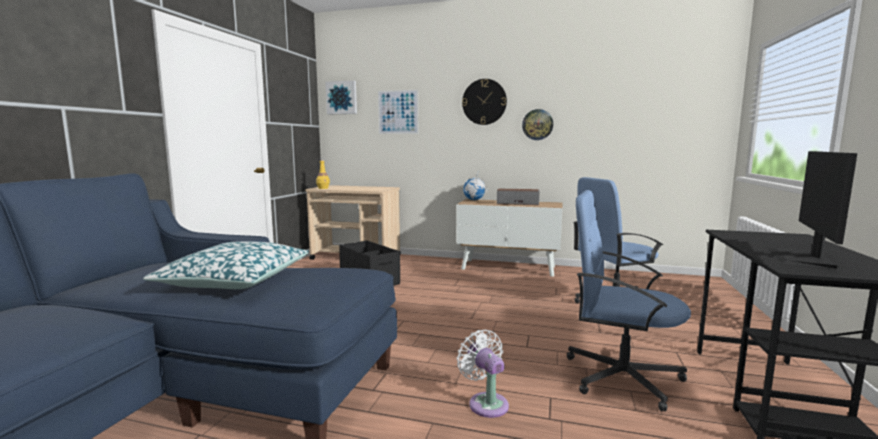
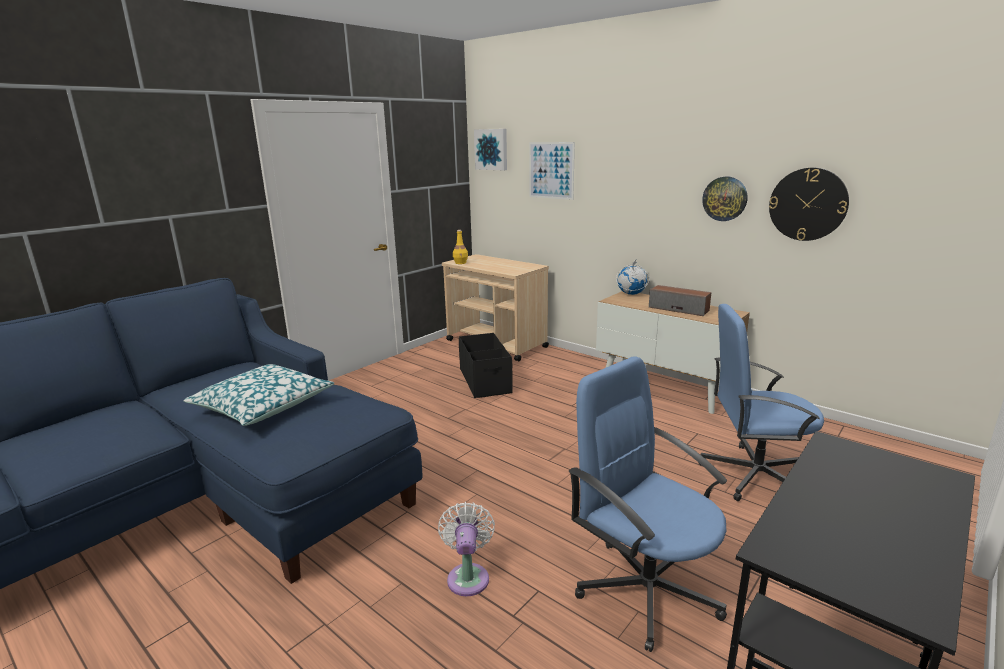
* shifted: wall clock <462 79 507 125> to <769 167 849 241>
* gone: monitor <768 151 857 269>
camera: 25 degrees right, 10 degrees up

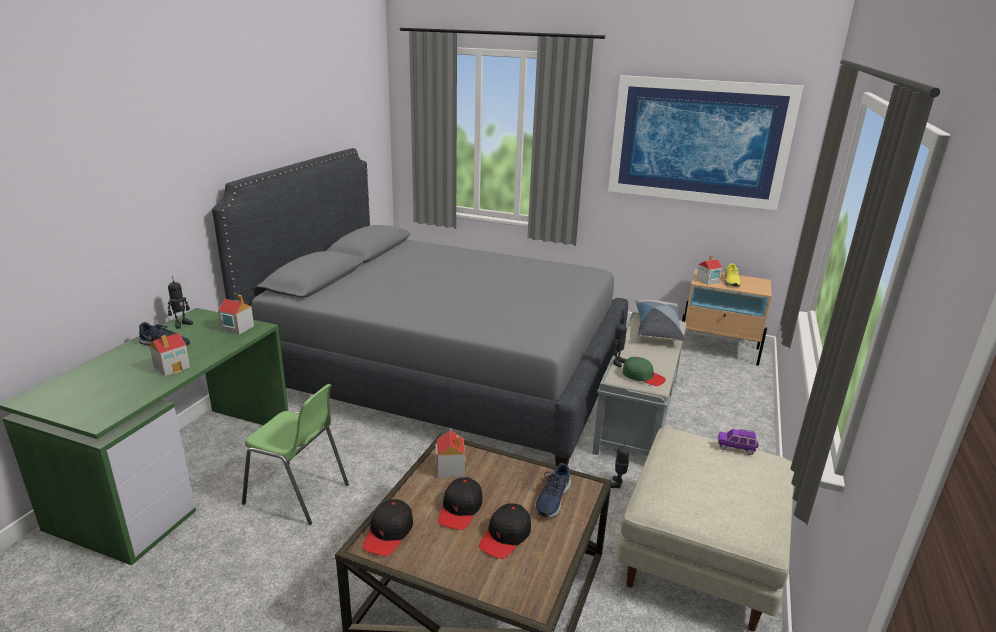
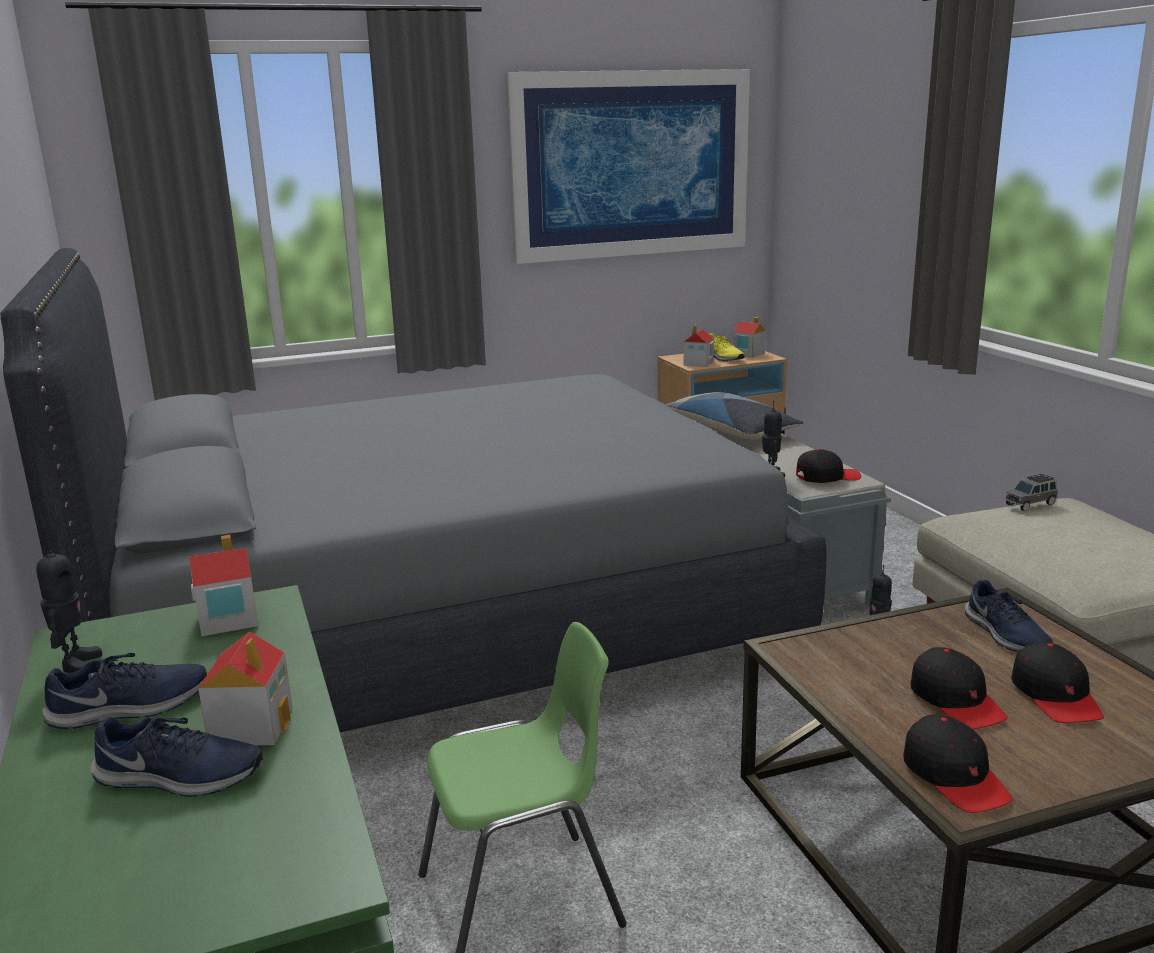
* shifted: miniature house <435 430 466 478> to <733 317 766 358>
* repainted: green baseball cap <623 357 666 386> to black baseball cap <796 449 861 483>
* repainted: purplish miniature car <718 429 759 455> to grey miniature car <1005 474 1057 511>
* new: blue-coloured item of footwear <91 716 263 797>
camera: 40 degrees left, 5 degrees down

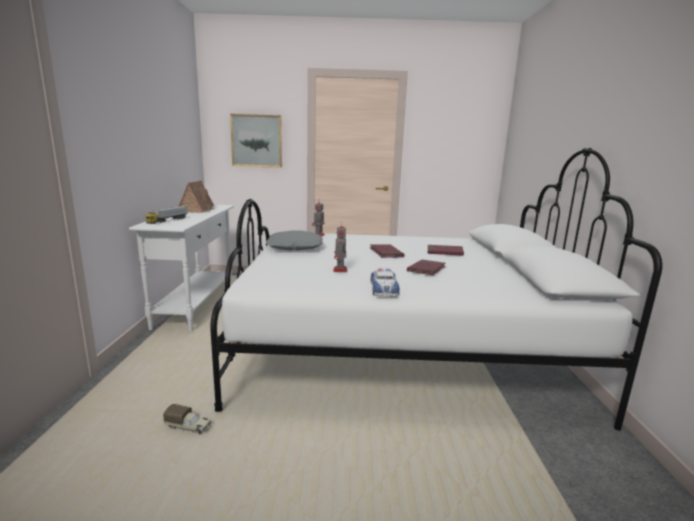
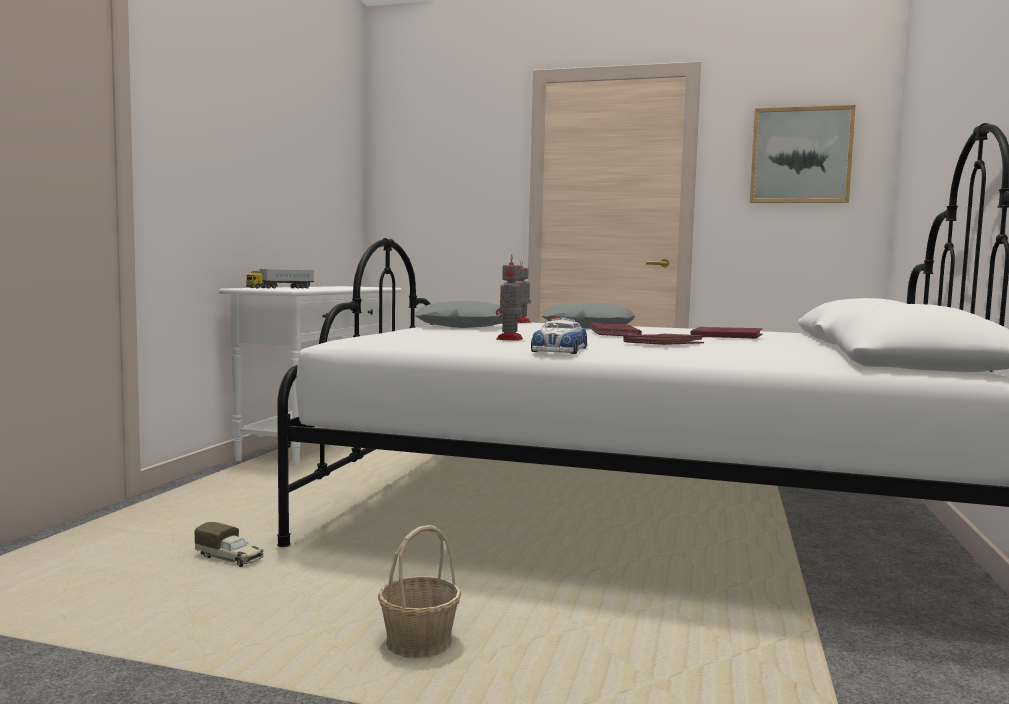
* gone: miniature house <179 181 214 213>
* shifted: wall picture <230 114 282 168> to <750 105 855 203>
* new: storage basket <378 525 461 658>
* new: grey cushion <542 302 635 329>
camera: 15 degrees right, 10 degrees down

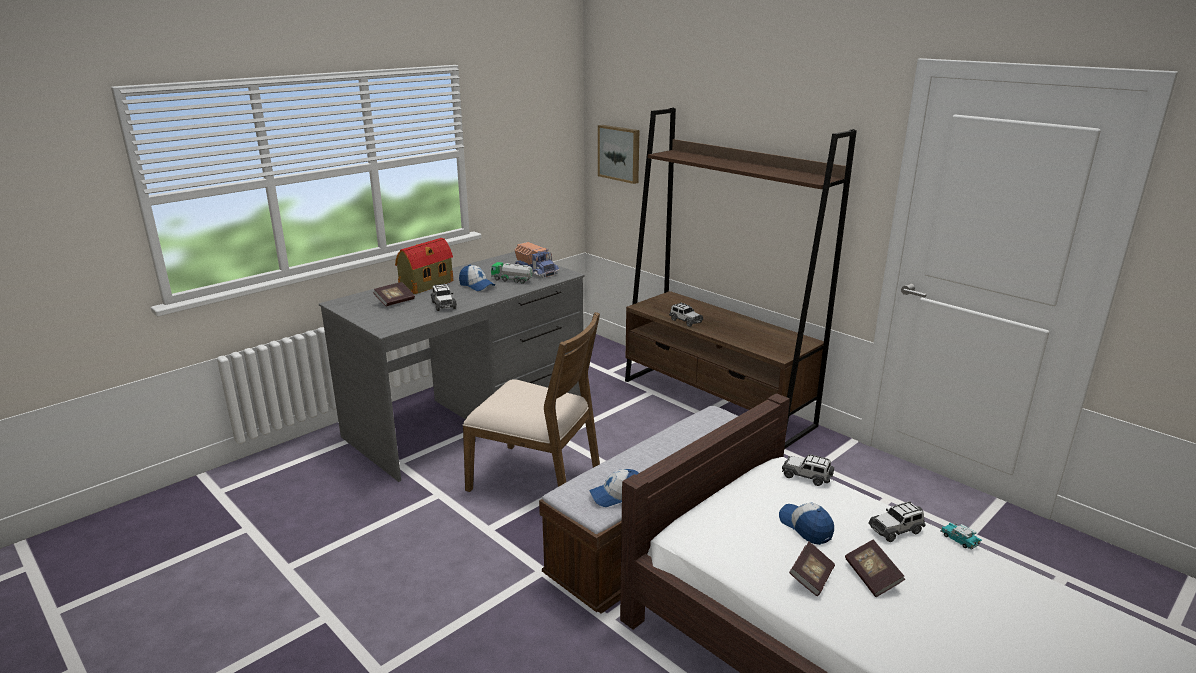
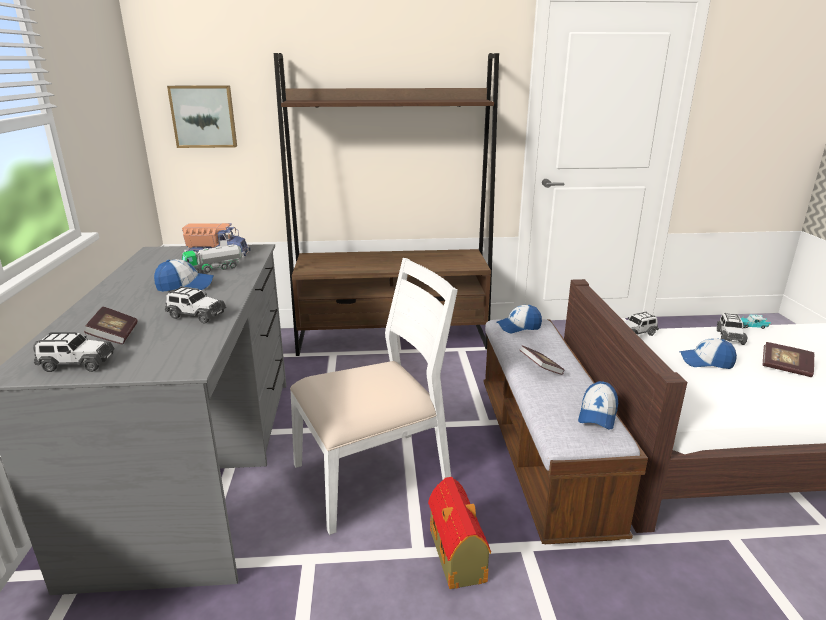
* shifted: miniature house <395 238 453 294> to <428 477 491 589>
* repainted: brownish chair <463 312 600 492> to white-coloured chair <290 258 458 535>
* shifted: miniature car <669 302 703 327> to <33 332 115 372>
* shifted: volume <789 542 835 596> to <520 345 564 375>
* new: baseball cap <496 305 542 333>
camera: 50 degrees left, 0 degrees up

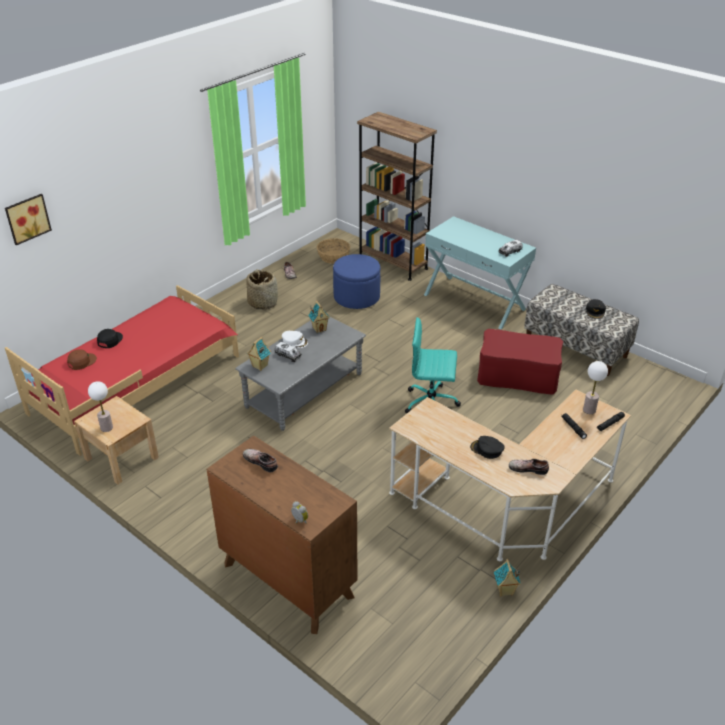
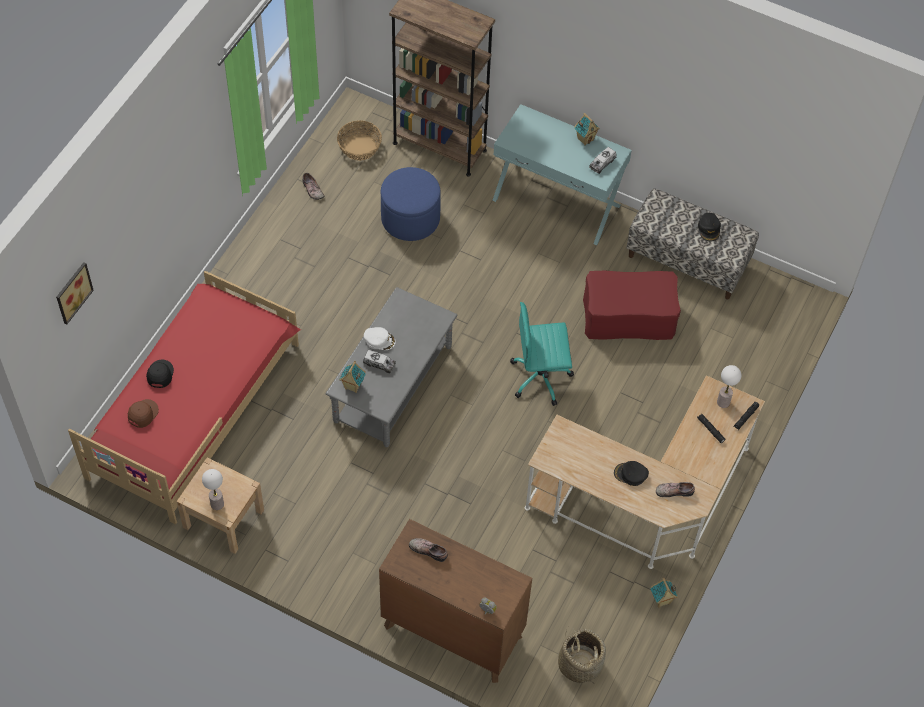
* shifted: storage basket <247 269 278 310> to <558 626 606 684>
* shifted: miniature house <308 300 330 333> to <574 113 600 146>
camera: 15 degrees left, 20 degrees up

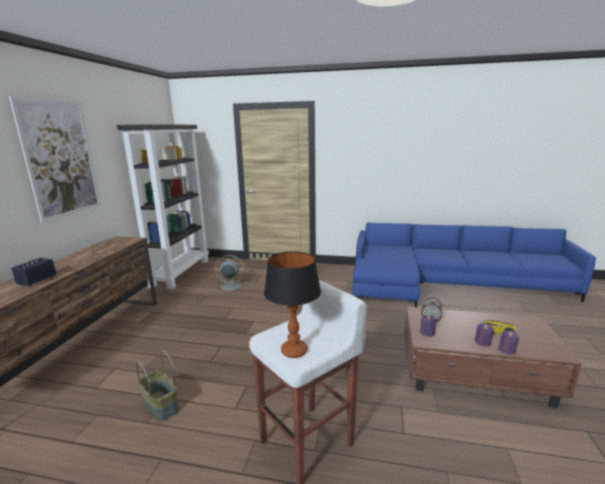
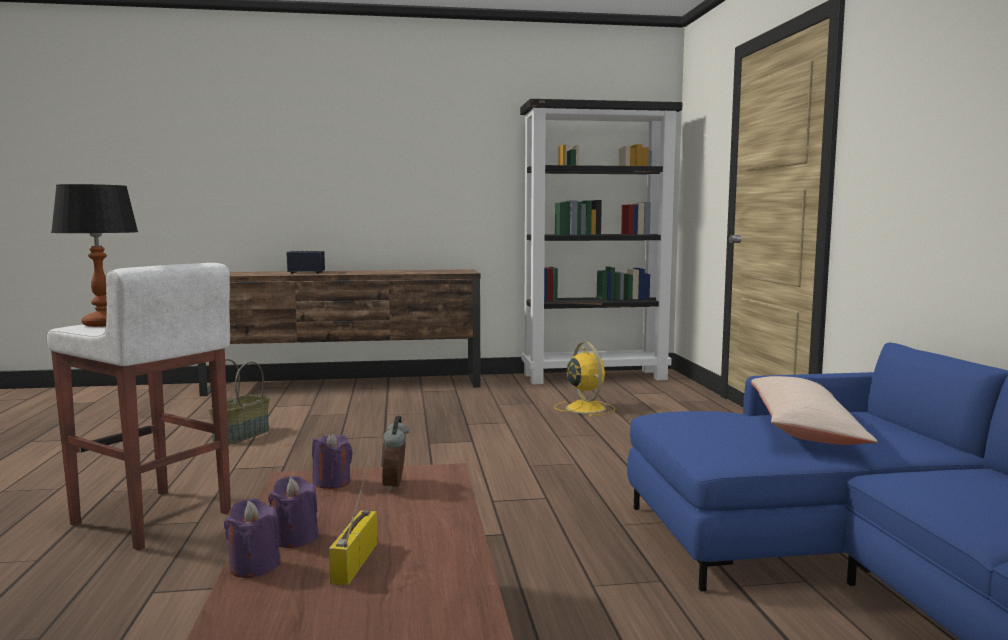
* gone: wall picture <9 97 101 222>
* repainted: grey fan <215 255 245 293> to yellowish fan <554 342 615 417>
* new: beige-coloured cushion <751 376 878 445>
camera: 70 degrees right, 10 degrees down

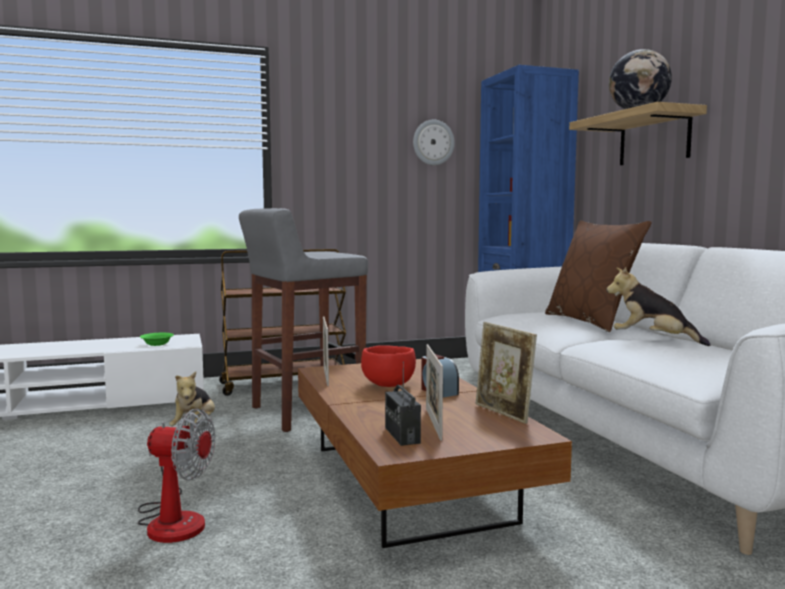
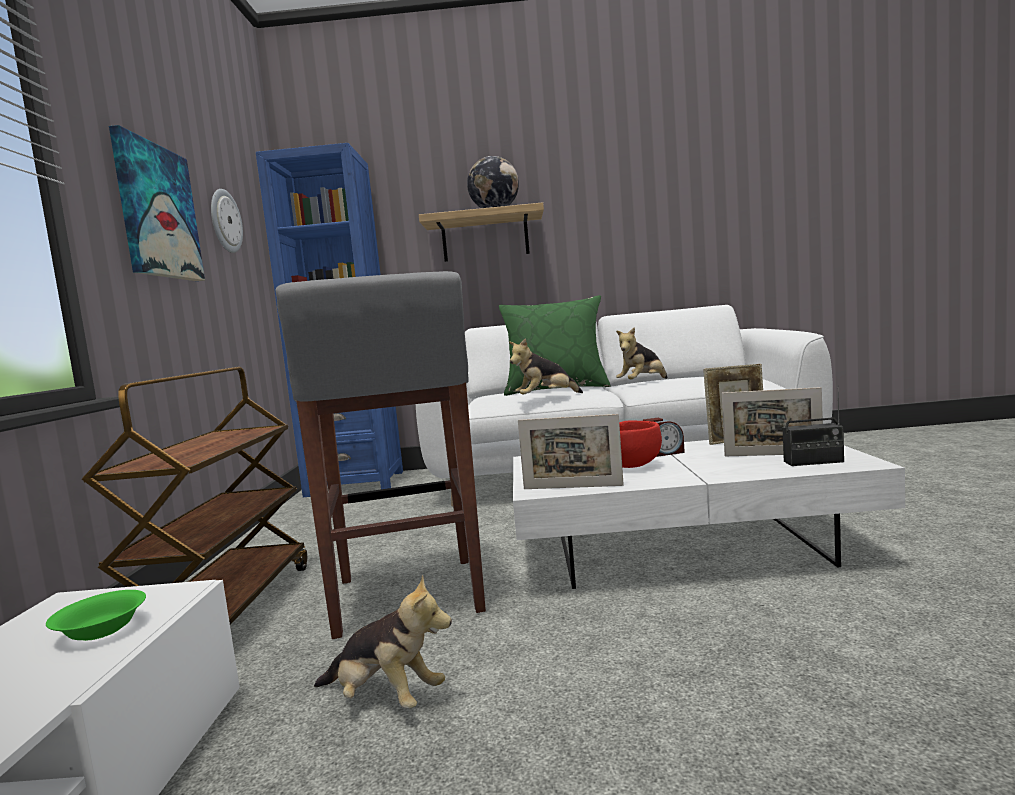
* gone: fan <138 409 215 543>
* repainted: brownish coffee table <298 359 572 548> to white-coloured coffee table <513 440 905 589>
* repainted: brownish cushion <545 220 651 332> to green cushion <499 295 611 396>
* new: wall picture <109 125 205 281>
* new: plush toy <509 338 583 395>
camera: 70 degrees left, 0 degrees up

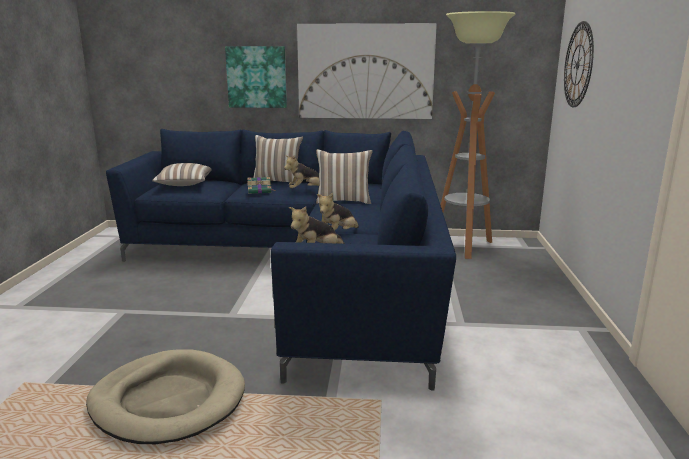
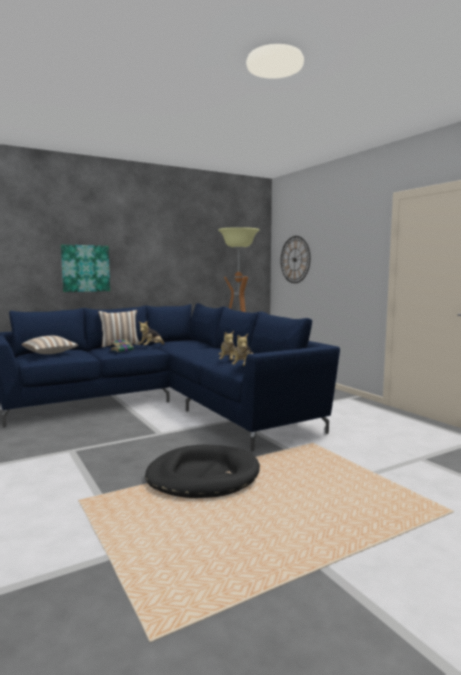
* repainted: beige-coloured pet bed <86 349 245 444> to black pet bed <145 445 260 498>
* gone: wall picture <297 23 437 119>
* gone: cushion <316 149 373 204>
camera: 35 degrees left, 10 degrees down

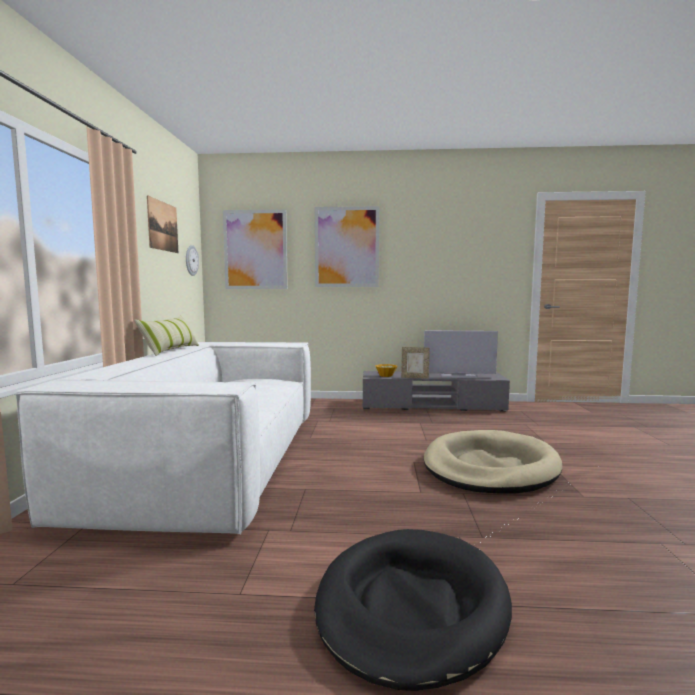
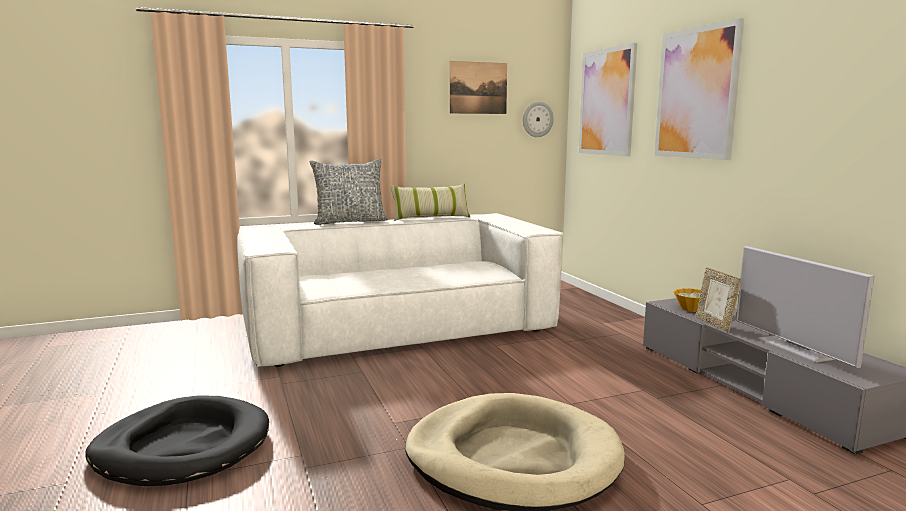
* new: cushion <309 159 388 225>
camera: 65 degrees right, 5 degrees up

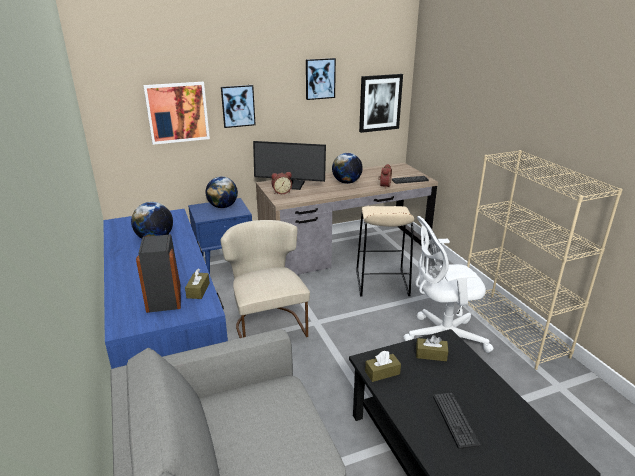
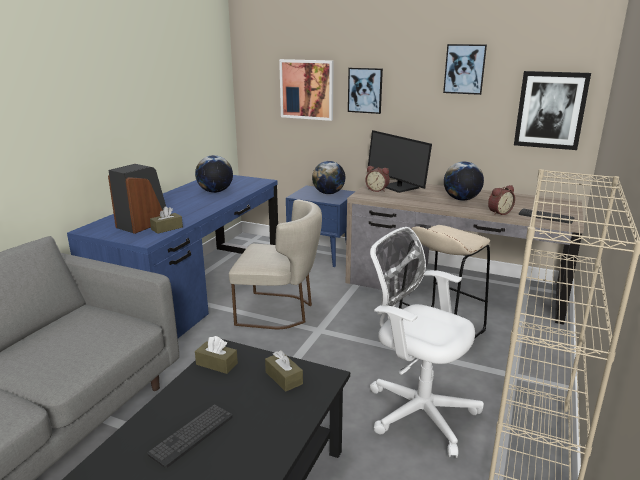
* rotated: beige-coloured chair <221 220 310 338> = <229 200 322 329> 75 degrees clockwise
camera: 45 degrees right, 5 degrees down

